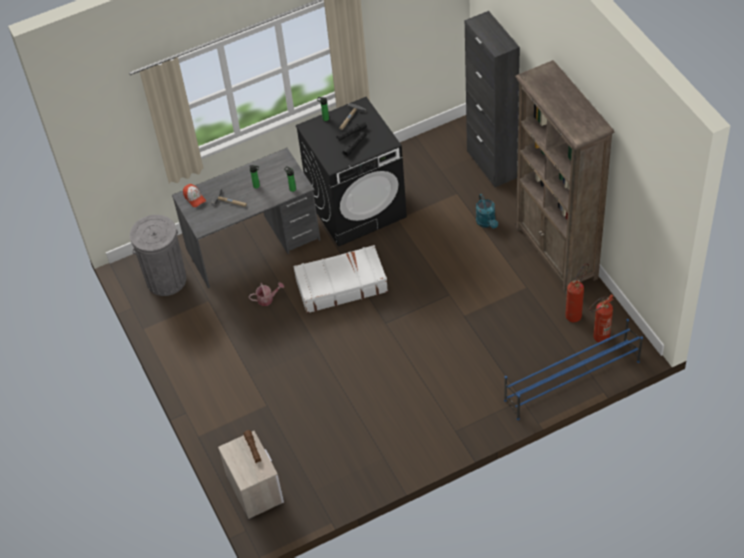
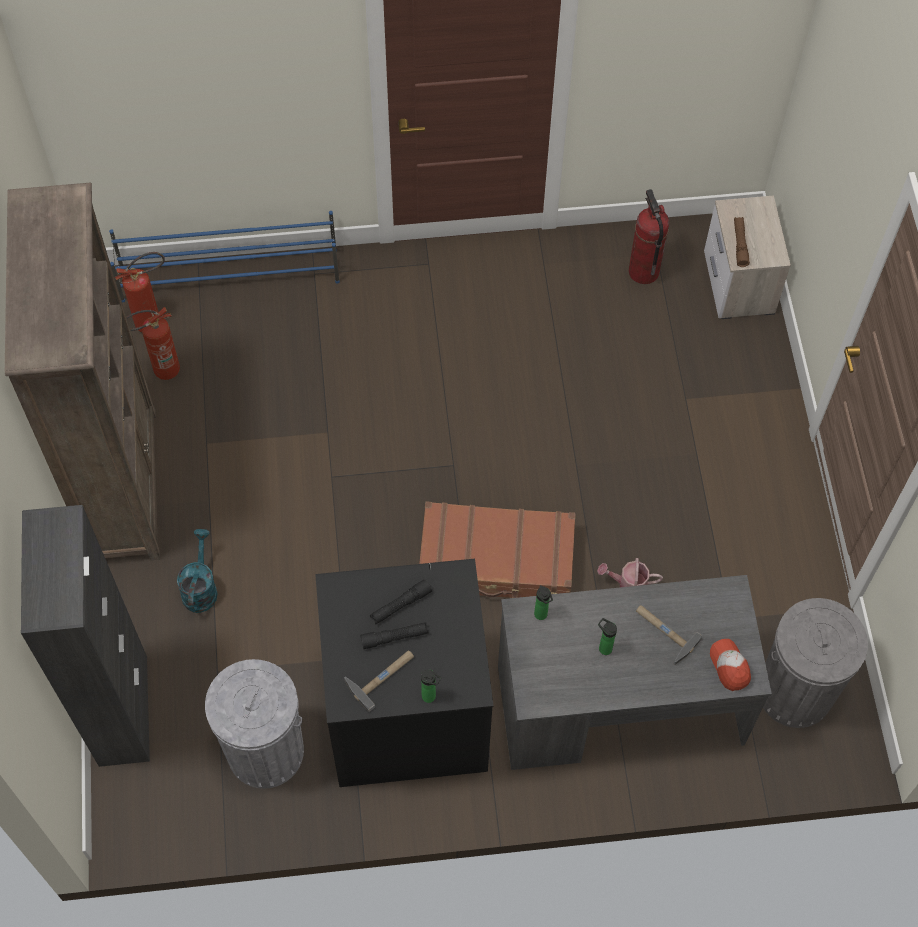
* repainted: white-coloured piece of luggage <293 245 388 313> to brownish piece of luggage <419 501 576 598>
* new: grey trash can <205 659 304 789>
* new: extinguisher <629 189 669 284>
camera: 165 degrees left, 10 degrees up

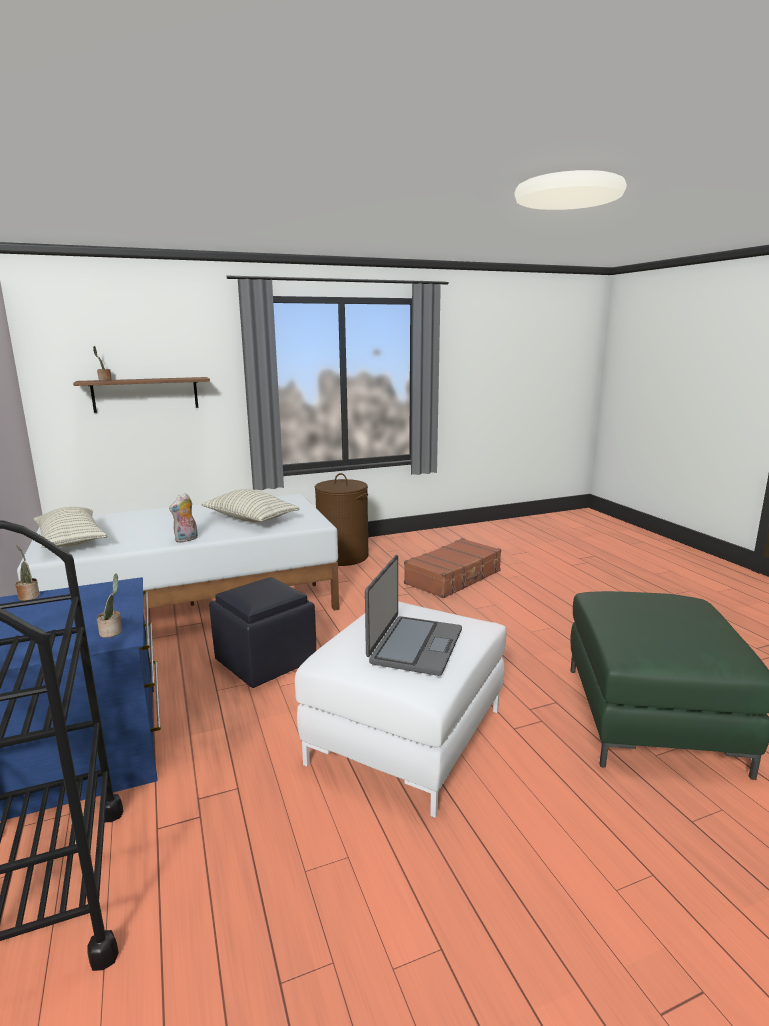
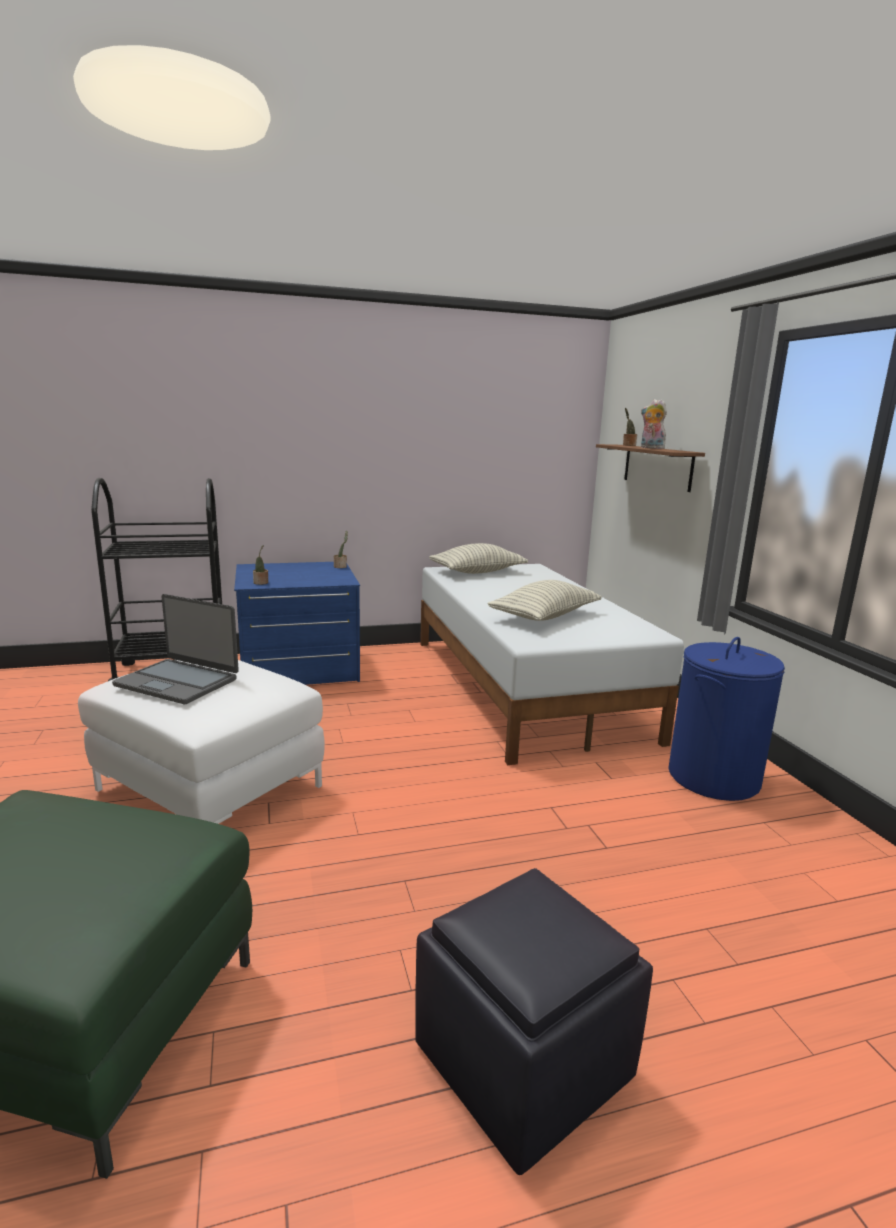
* shifted: plush toy <169 493 198 543> to <641 399 667 449>
* shifted: black footrest <209 577 316 688> to <415 868 653 1175>
* repainted: brownish hamper <315 473 368 566> to blue-coloured hamper <668 637 785 801>
* gone: brownish piece of luggage <404 538 501 598>
camera: 95 degrees right, 0 degrees up

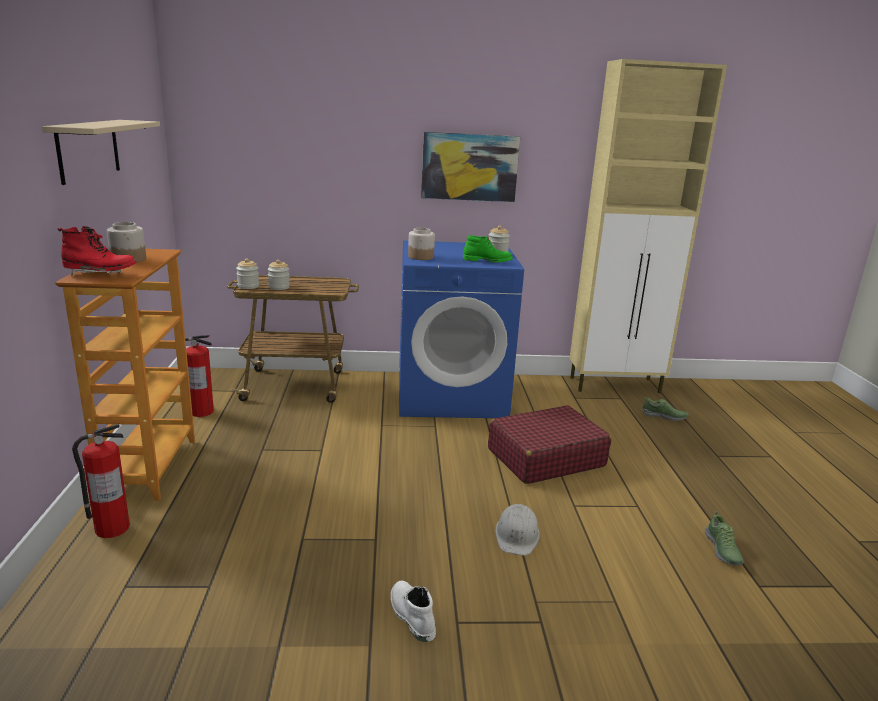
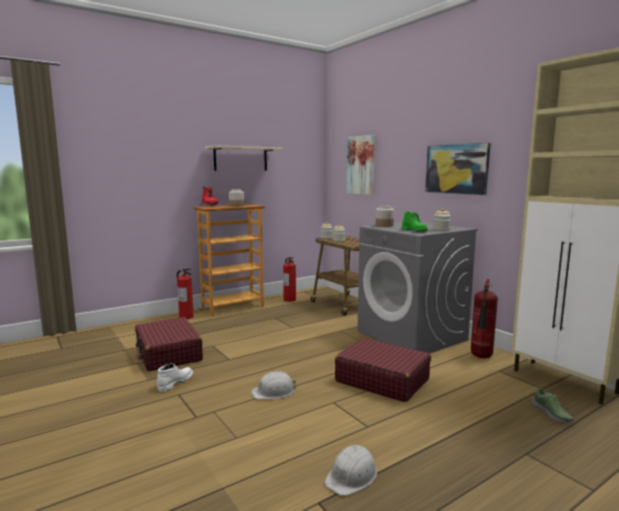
* repainted: blue-coloured laundry machine <399 240 524 418> to grey laundry machine <357 222 478 353>
* swapped: item of footwear <705 512 743 566> to white-coloured work helmet <324 445 377 496>
* new: reddish piece of luggage <135 317 203 372>
* new: wall picture <346 135 375 195>
* new: extinguisher <471 279 498 358>
camera: 60 degrees right, 10 degrees down

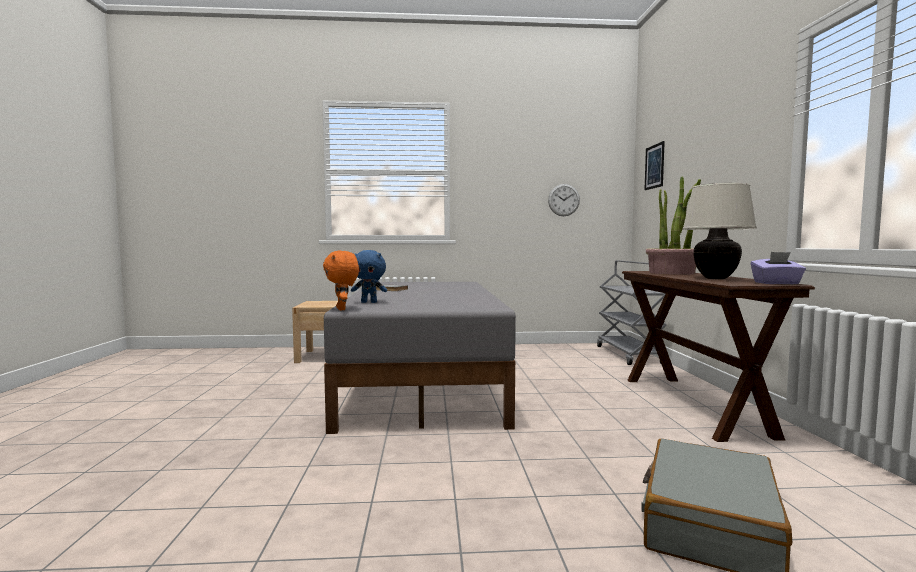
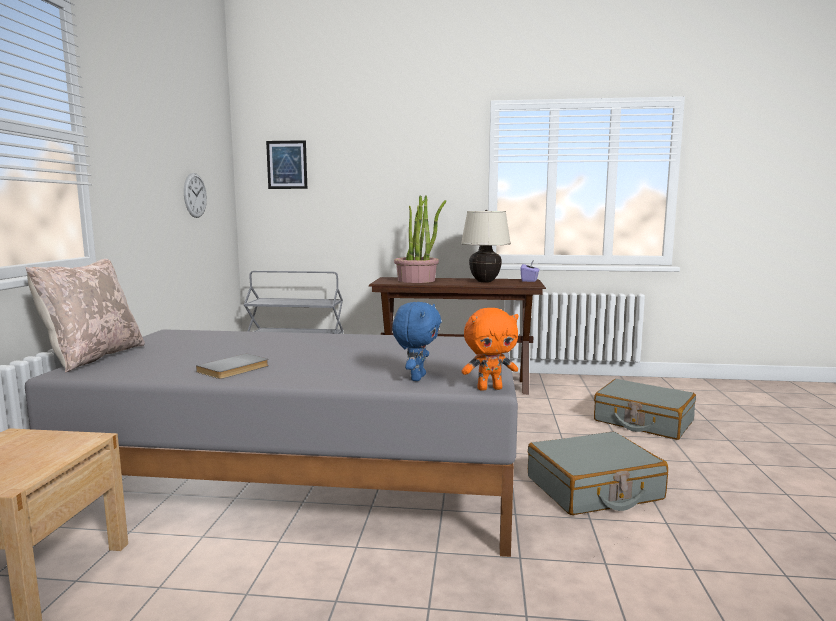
* new: beige-coloured cushion <25 259 145 373>
* new: grey piece of luggage <528 432 668 515>
camera: 80 degrees left, 5 degrees up

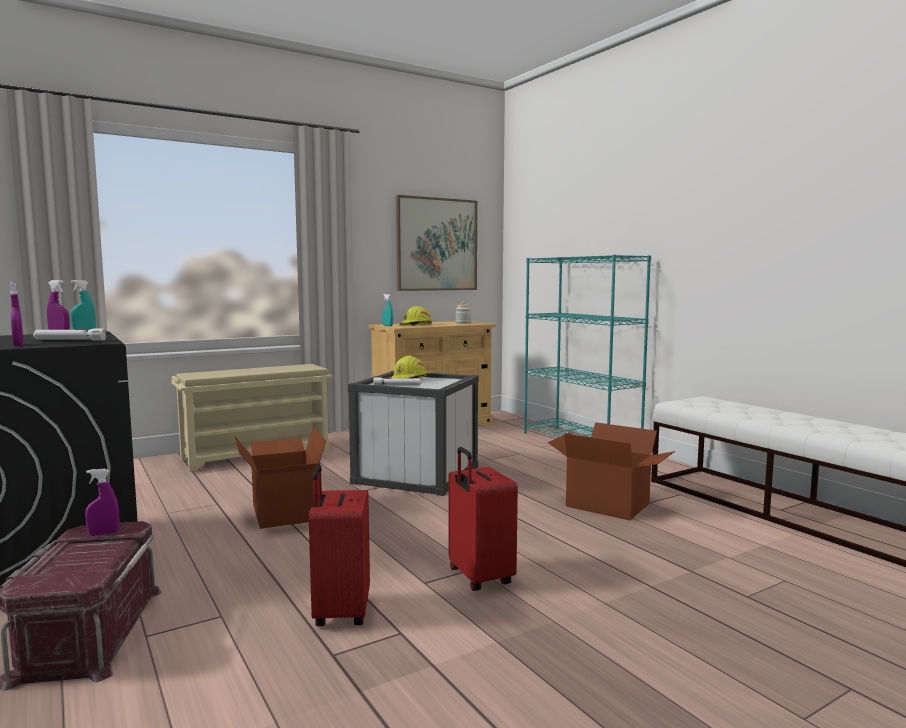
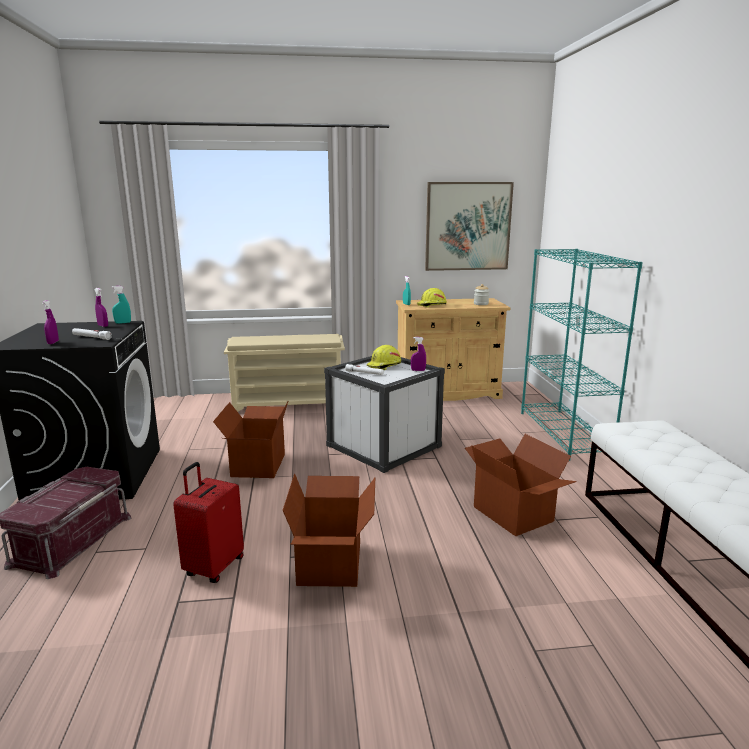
* shifted: purplish spray bottle <85 469 119 536> to <411 337 426 371>
* swapped: reddish piece of luggage <449 447 518 591> to carton <283 473 375 587>
camera: 25 degrees right, 10 degrees up

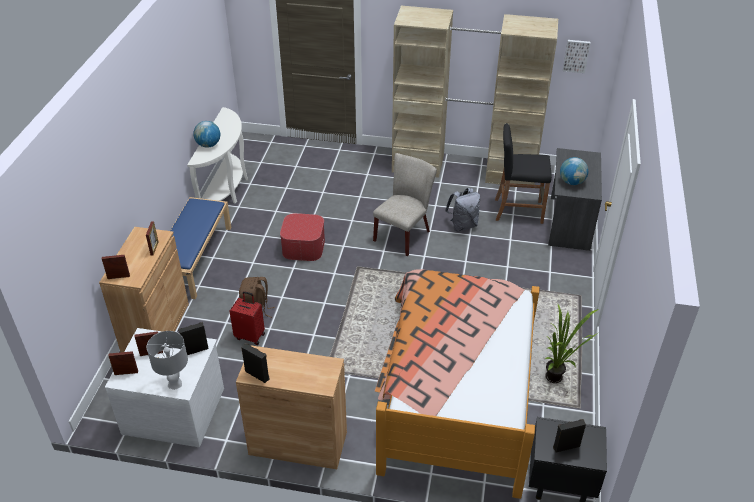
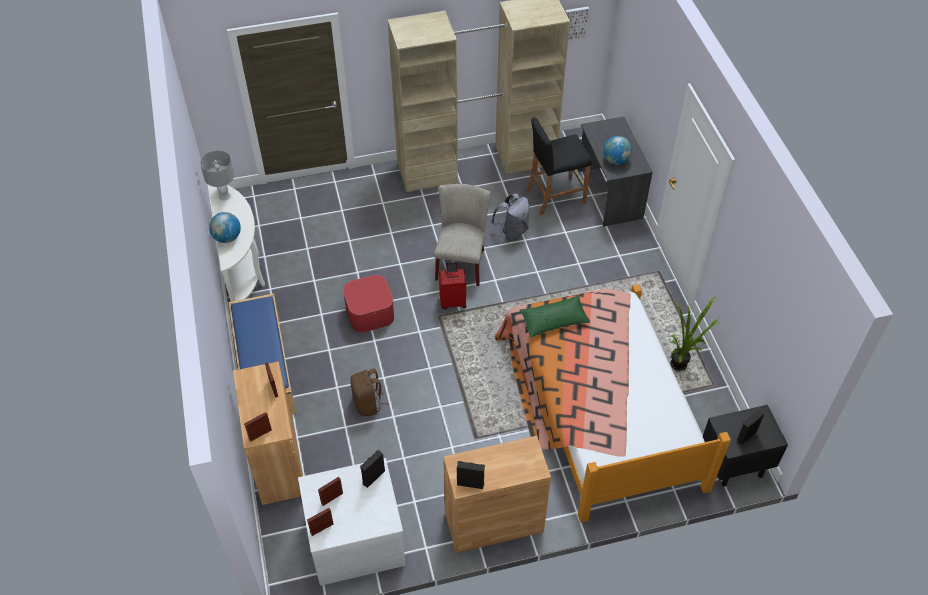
* shifted: grey tabletop lamp <147 331 188 390> to <200 150 234 201>
* shifted: reddish piece of luggage <229 291 265 345> to <439 262 467 310>
* new: green cushion <520 295 590 338>
camera: 25 degrees left, 10 degrees up

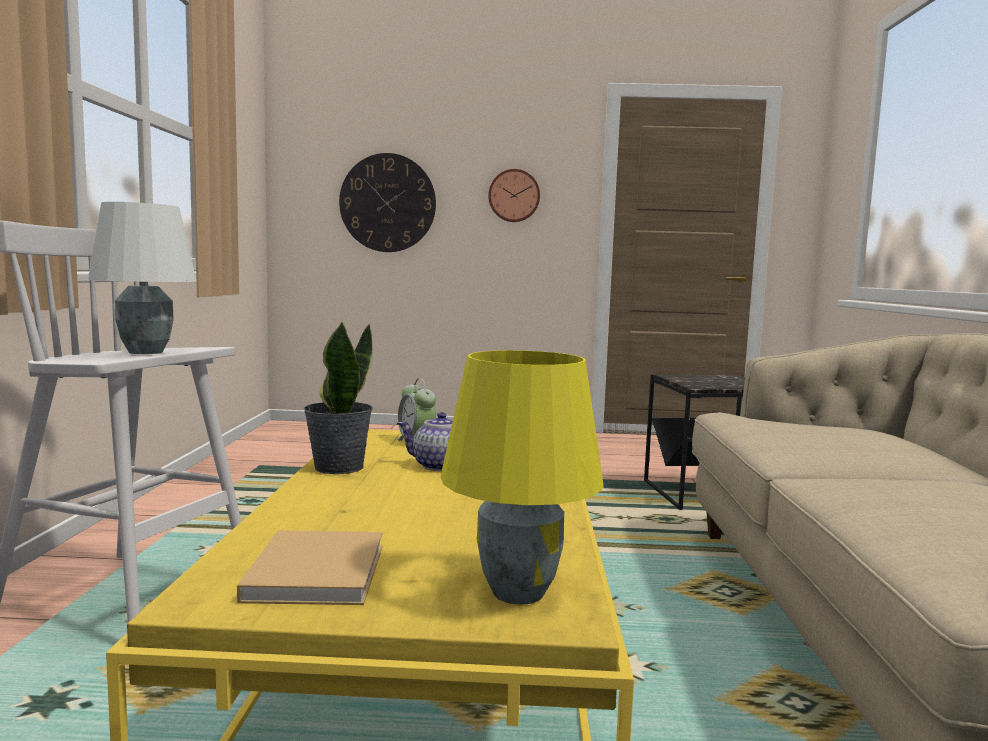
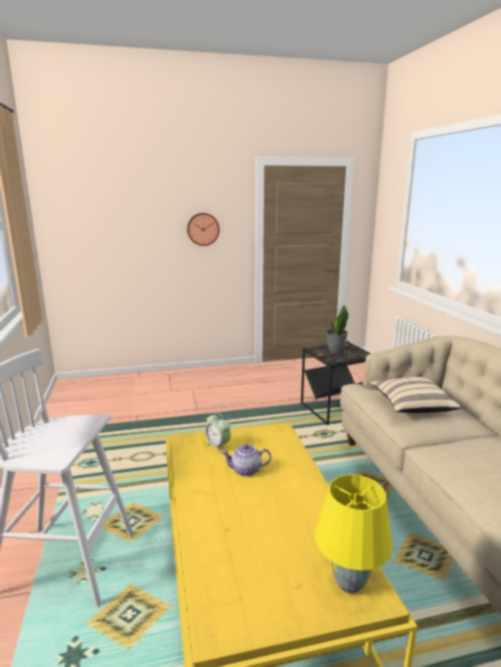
* gone: white-coloured tabletop lamp <88 202 197 354>
* gone: beige-coloured volume <237 530 383 605>
* shifted: potted plant <304 322 373 474> to <326 304 349 353>
* gone: wall clock <339 153 436 252>
* new: beige-coloured cushion <371 377 461 413>
camera: 15 degrees left, 10 degrees up

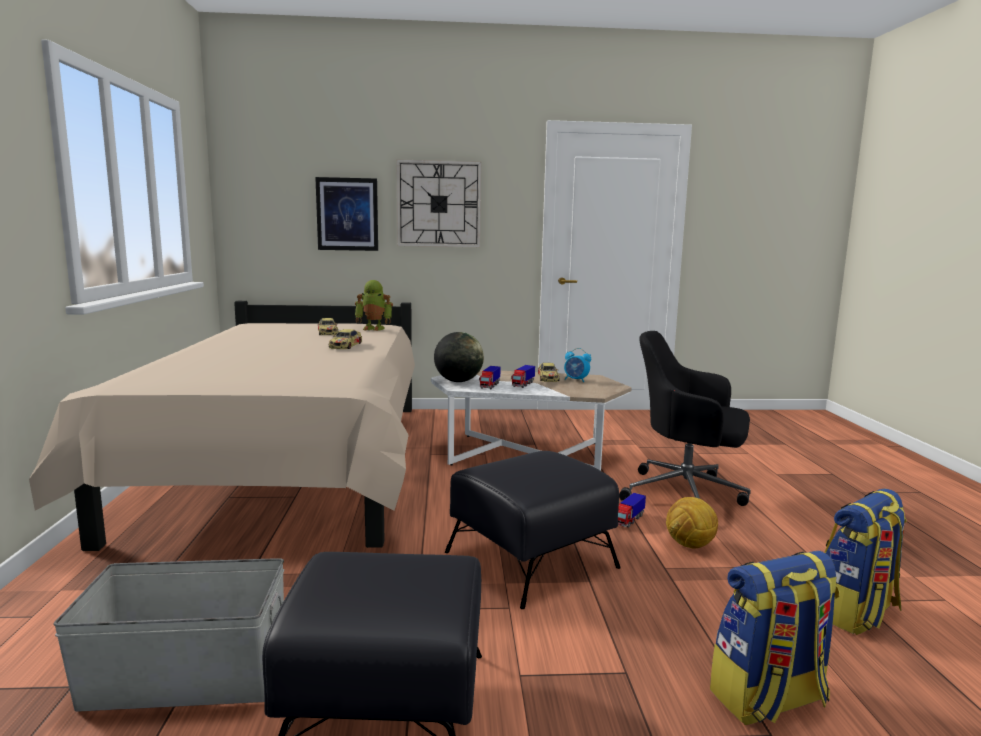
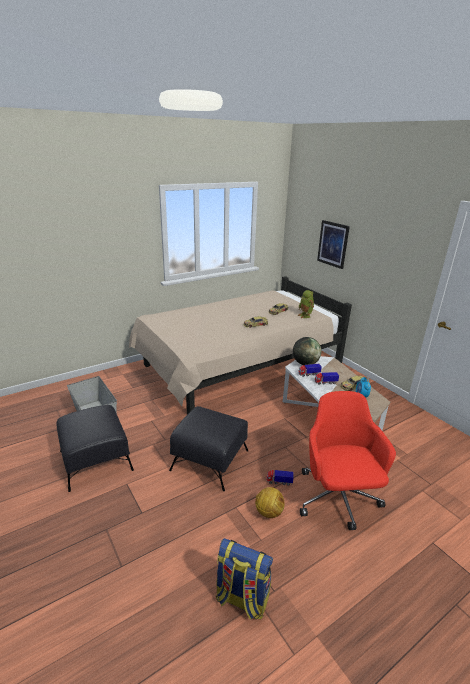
* gone: wall clock <396 159 481 247>
* repainted: black office chair <619 331 751 506> to reddish office chair <300 391 396 530>
* gone: rucksack <710 551 840 725>
camera: 60 degrees right, 15 degrees up

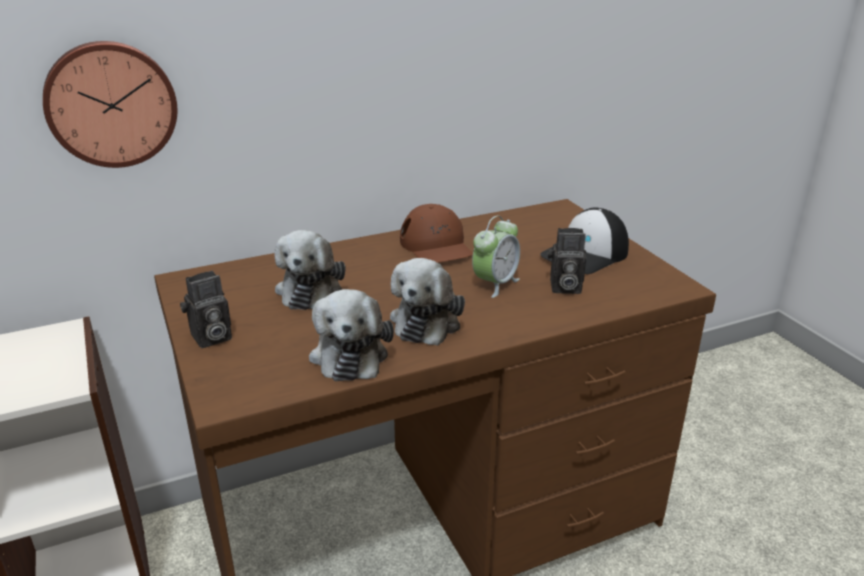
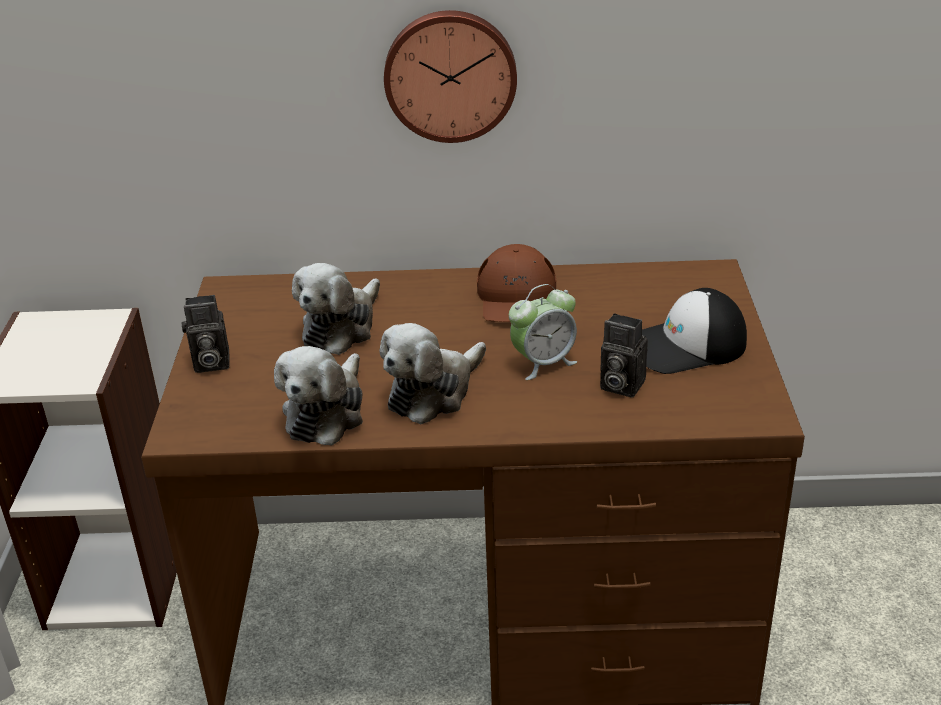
* shifted: wall clock <43 41 177 168> to <384 10 517 143>
camera: 25 degrees right, 5 degrees up

